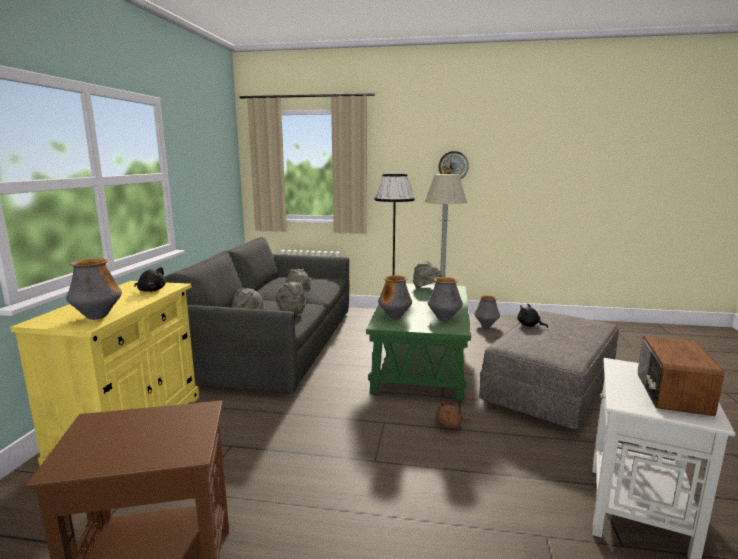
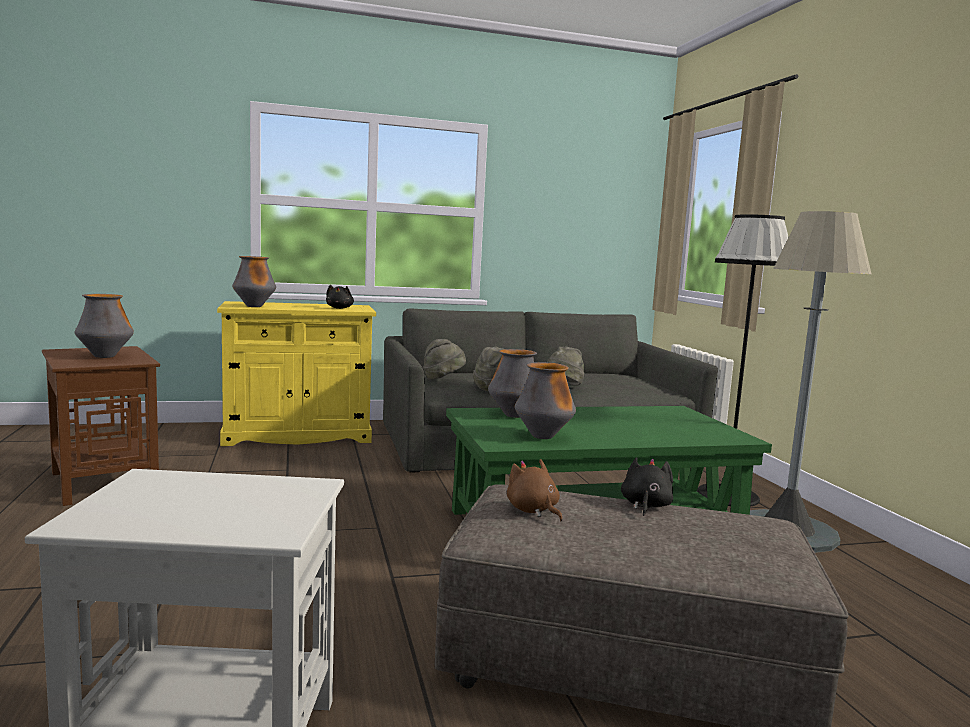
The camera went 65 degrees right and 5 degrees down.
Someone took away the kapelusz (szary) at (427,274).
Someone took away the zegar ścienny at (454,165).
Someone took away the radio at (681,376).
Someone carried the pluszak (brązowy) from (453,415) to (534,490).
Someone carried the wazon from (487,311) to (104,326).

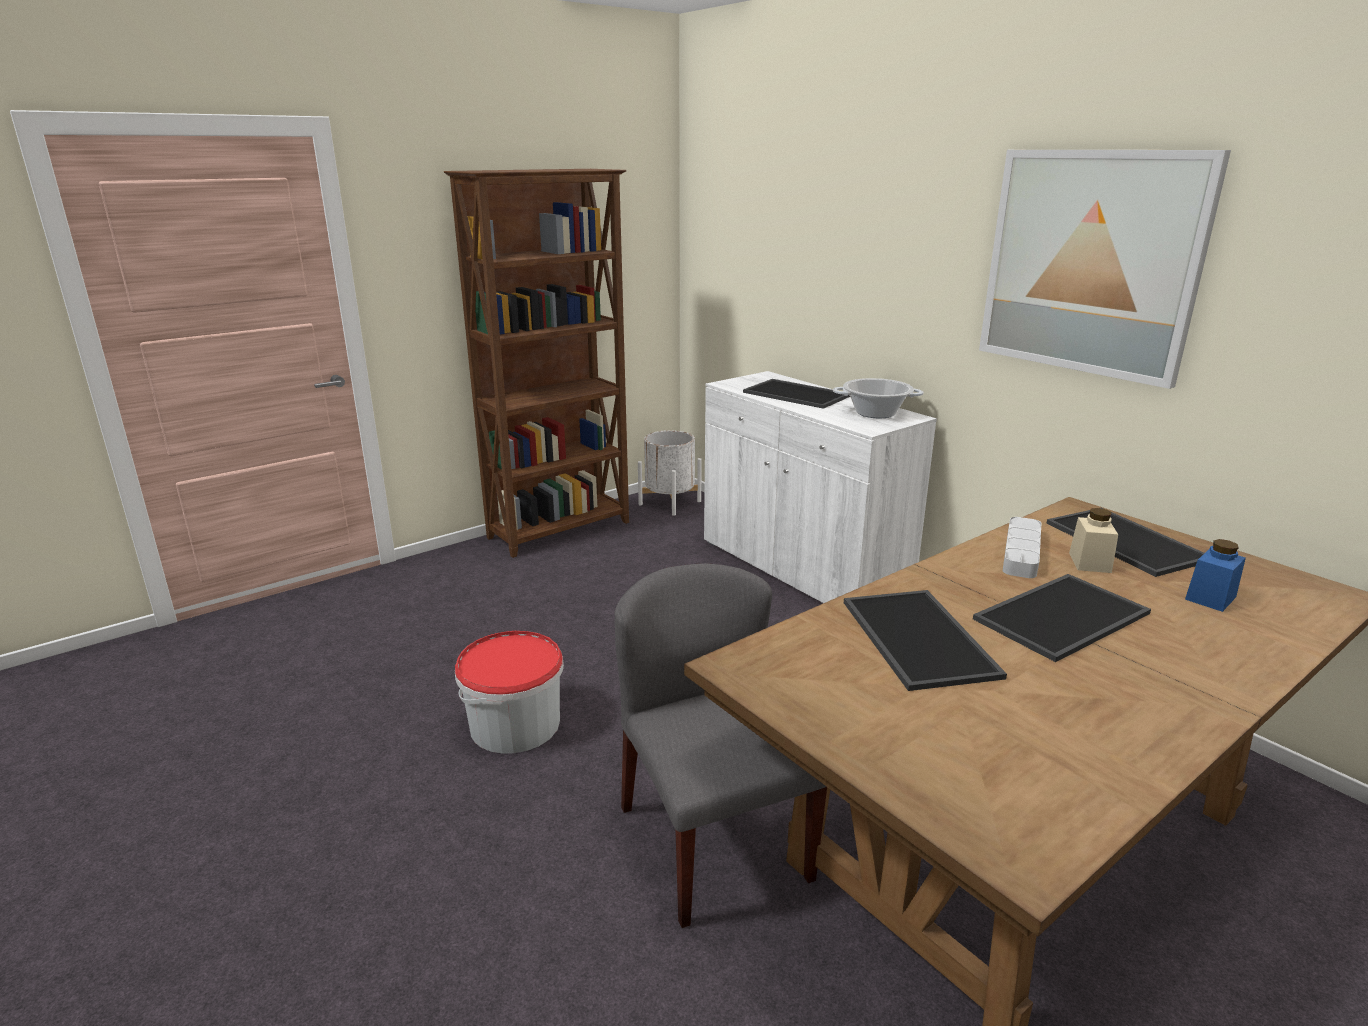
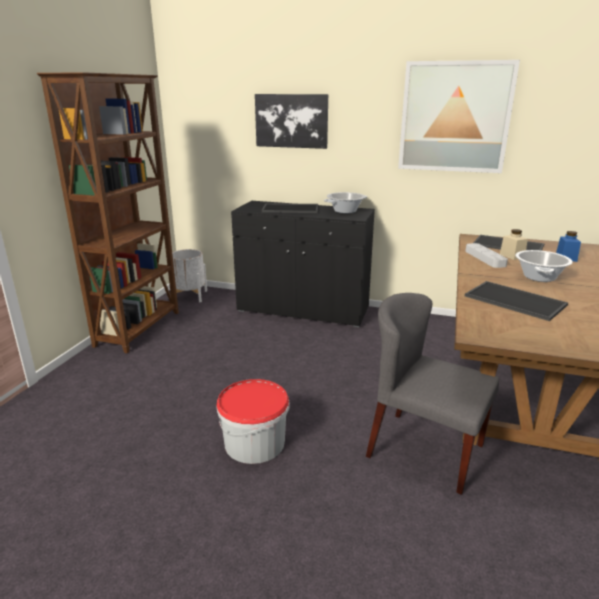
The camera went 35 degrees left and 0 degrees up.
Someone put up the obraz at (291,121).
Someone swapped the taca at (1062,618) for the garnek at (544,266).
Someone repainted the szafka (biały) at (820,487), which became the szafka (czarny) at (303,264).

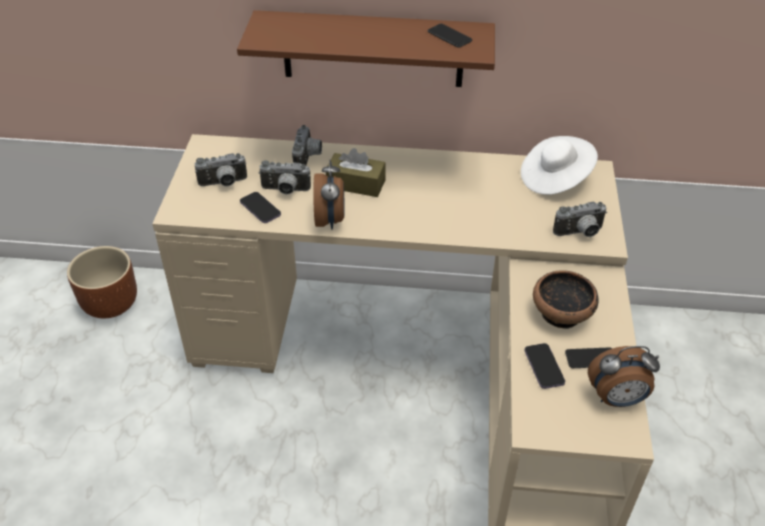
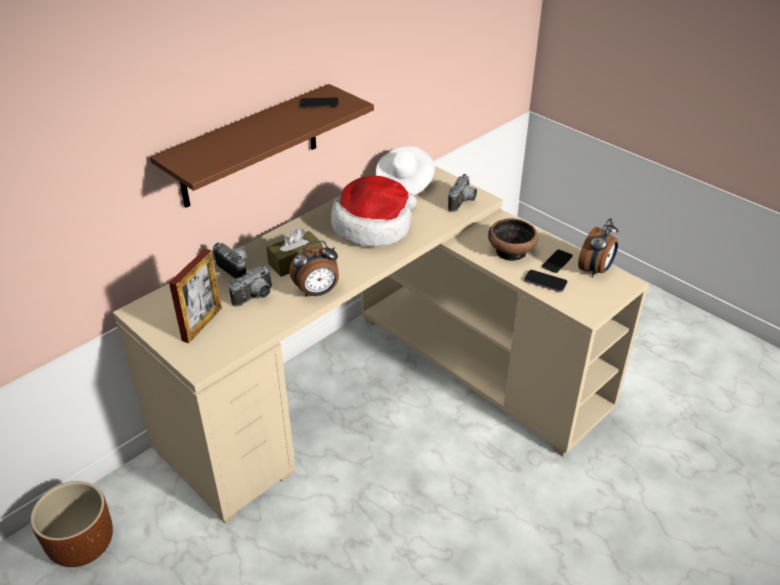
The camera went 50 degrees left and 5 degrees down.
Someone took away the telefon at (260,207).
Someone put down the kapelusz at (374,211).
Someone swapped the aparat fotograficzny at (221,170) for the ramka na zdjęcie at (195,296).
Someone rotated the budzik at (328,195) by 120 degrees clockwise.

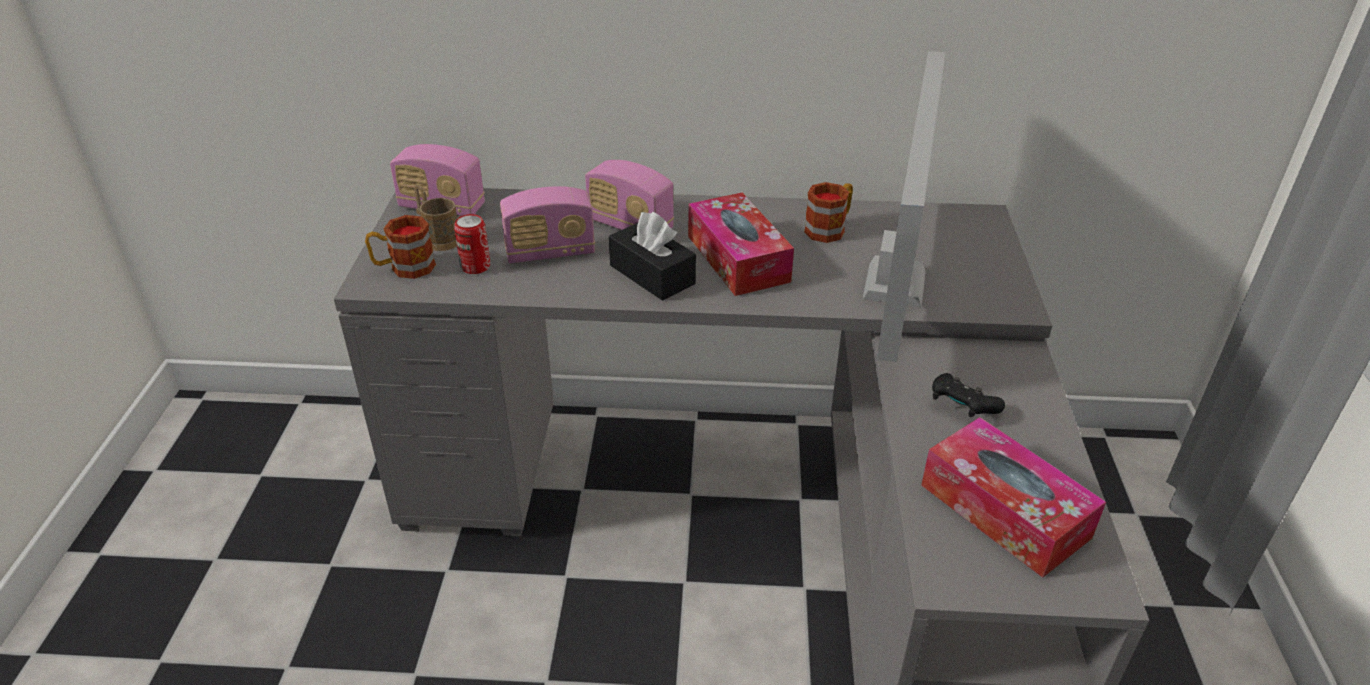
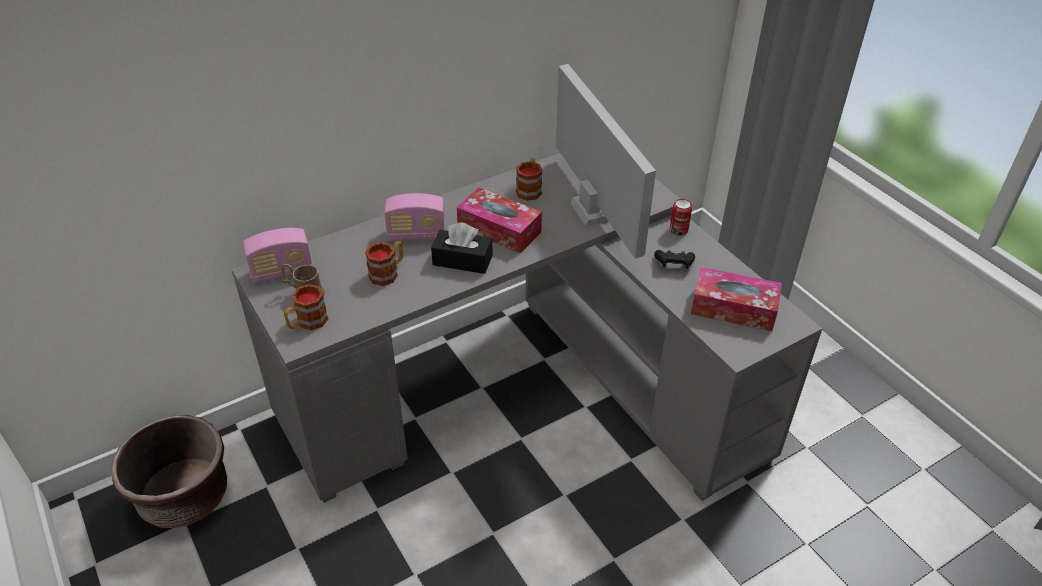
The camera went 35 degrees left and 5 degrees up.
Someone put down the donica (brązowy) at (169,471).
Someone carried the puszka from (472,244) to (681,217).
Someone swapped the radio at (547,225) for the kubek at (384,263).

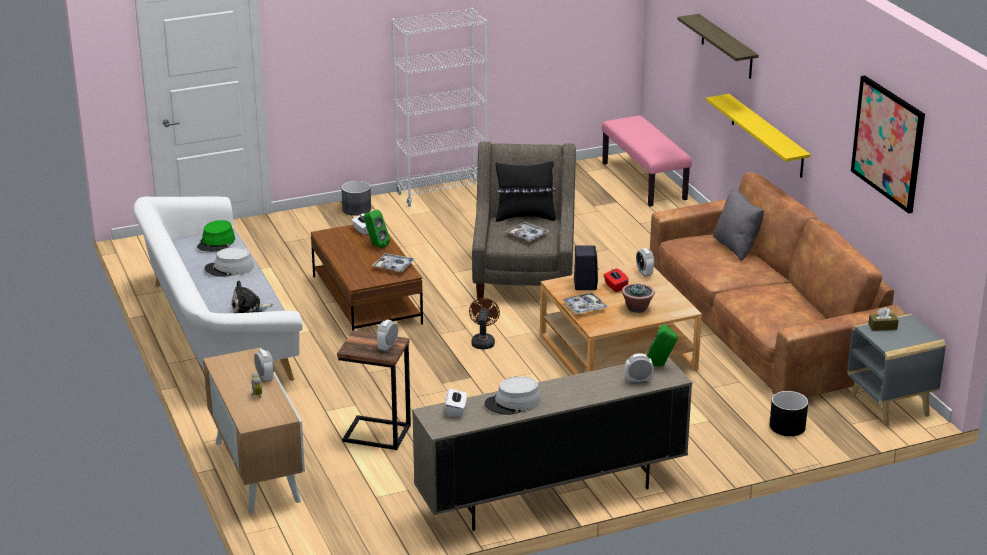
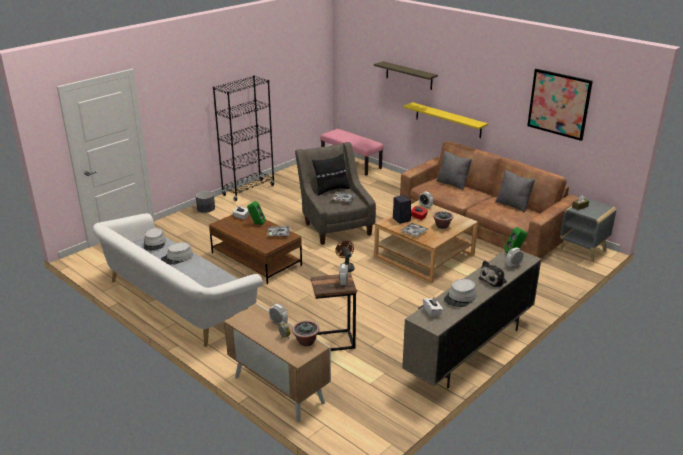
The camera went 25 degrees left and 0 degrees up.
Someone took away the donica (czarny) at (789,413).
Someone put down the roślina doniczkowa at (306,333).
Someone put down the poduszka (szary) at (515,190).
Someone carried the pluszak from (252,296) to (493,273).
Someone repainted the kapelusz (zielony) at (216,236), which became the kapelusz (szary) at (155,239).
Someone repainted the regał (biały) at (439,107), which became the regał (czarny) at (244,138).

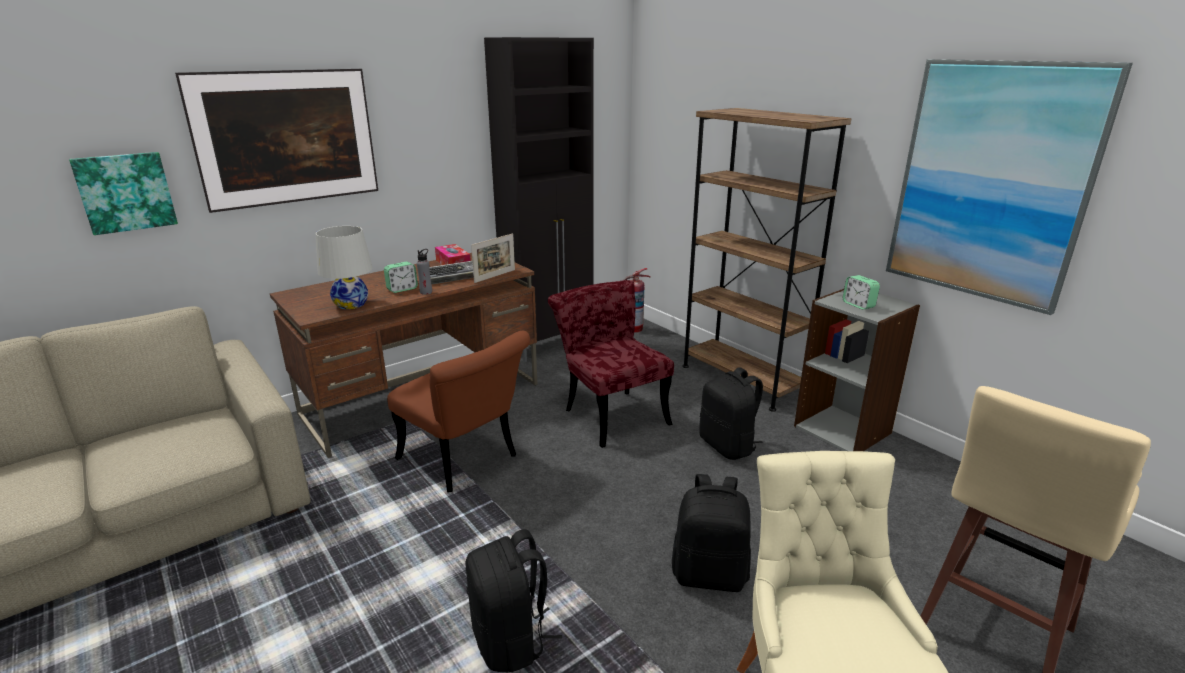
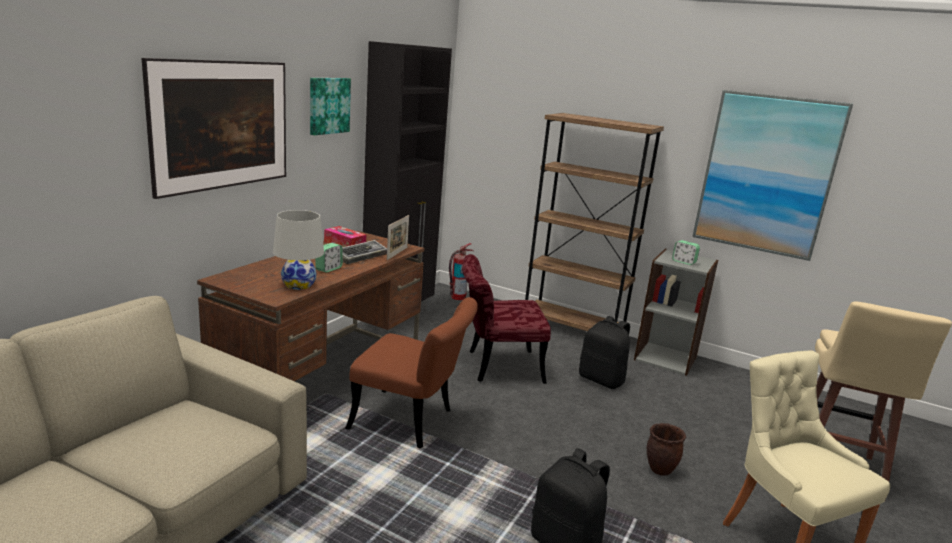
The camera went 25 degrees left and 5 degrees down.
Someone took away the butelka (szary) at (424,272).
Someone carried the obraz from (123,193) to (330,106).
Someone swapped the plecak (czarny) at (711,533) for the donica (brązowy) at (666,449).
Someone rotated the krzesło (czerwony) at (611,364) by 45 degrees counterclockwise.

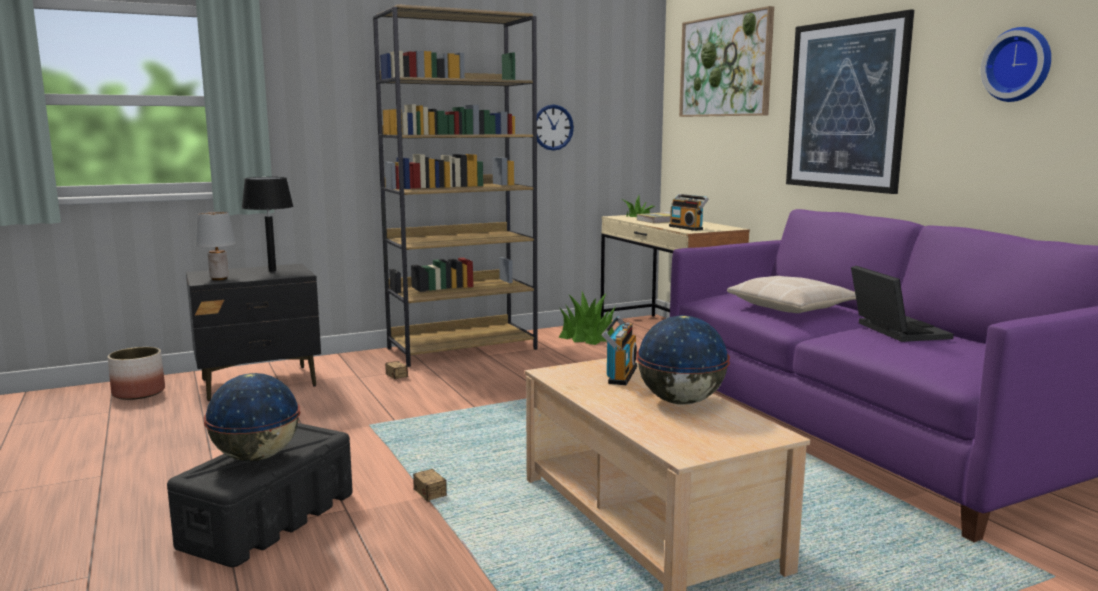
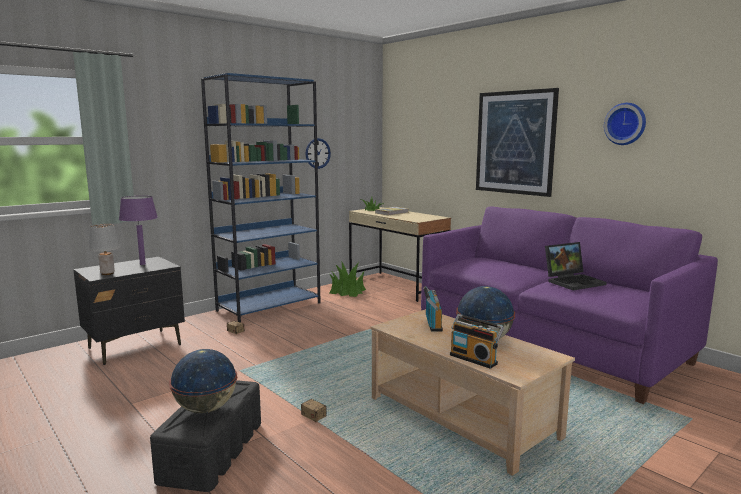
The camera went 15 degrees left and 0 degrees up.
Someone took away the donica at (136,373).
Someone took away the obraz at (726,61).
Someone took away the poduszka (beżowy) at (791,294).
Someone carried the radio from (689,212) to (477,341).
Someone repainted the lampa stołowa (czarny) at (268,224), which became the lampa stołowa (fioletowy) at (138,230).
Someone repainted the regał (brązowy) at (455,185), which became the regał (niebieski) at (261,198).
Someone rotated the laptop at (902,304) by 90 degrees clockwise.

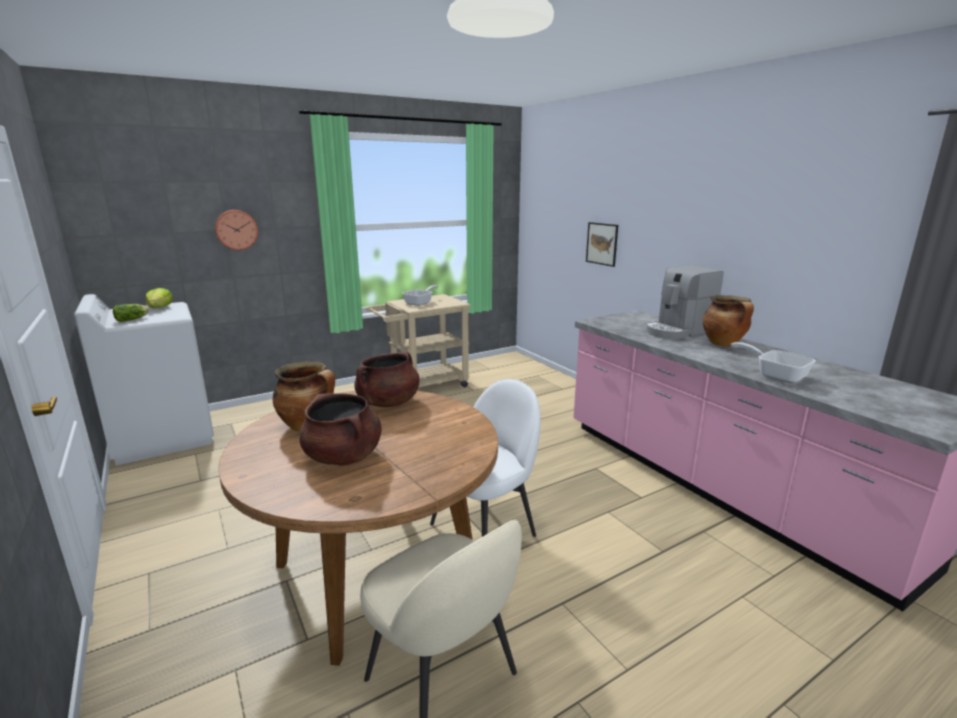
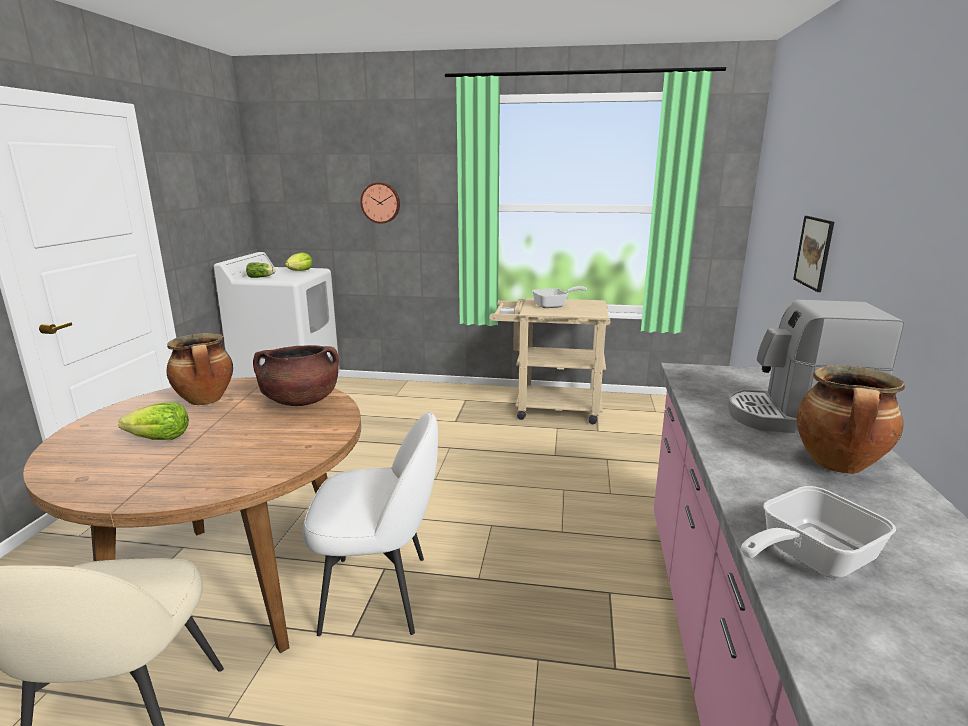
The camera went 40 degrees right and 0 degrees up.
Someone swapped the garnek (brązowy) at (340,429) for the sałata at (153,421).
Someone rotated the patelnia at (773,362) by 120 degrees counterclockwise.

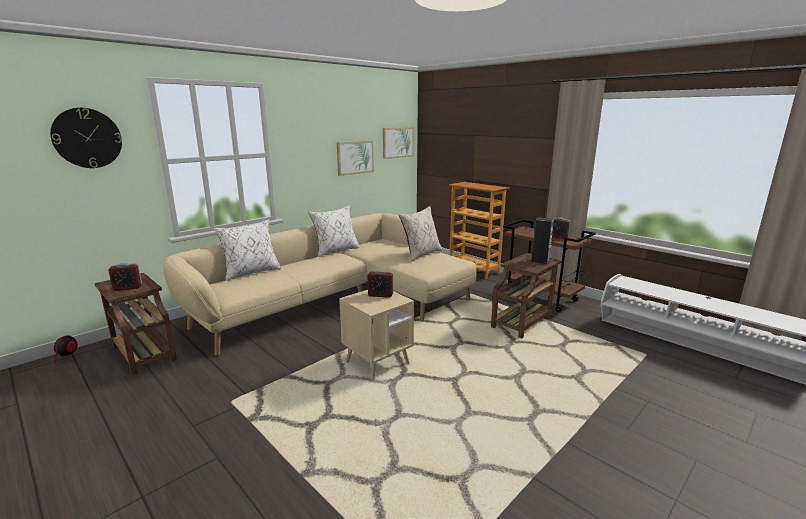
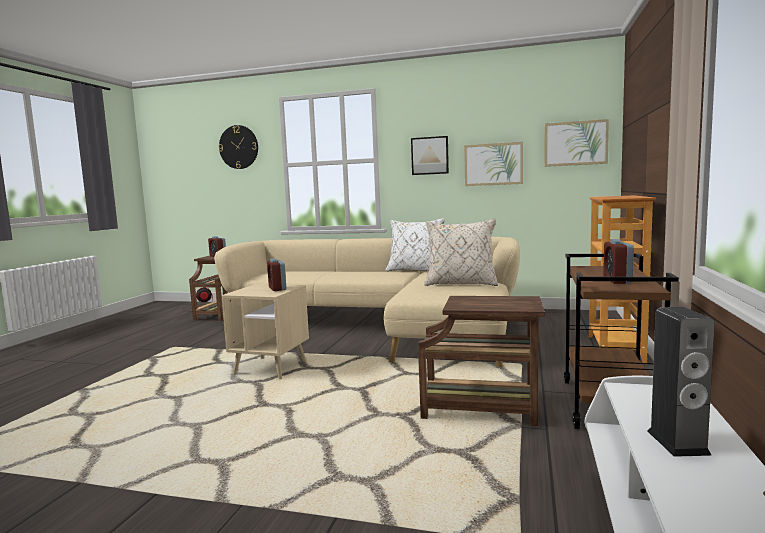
The camera went 60 degrees right and 10 degrees down.
Someone took away the poduszka (biały) at (247,250).
Someone put up the obraz at (430,155).
Someone carried the głośnik from (542,240) to (681,382).

